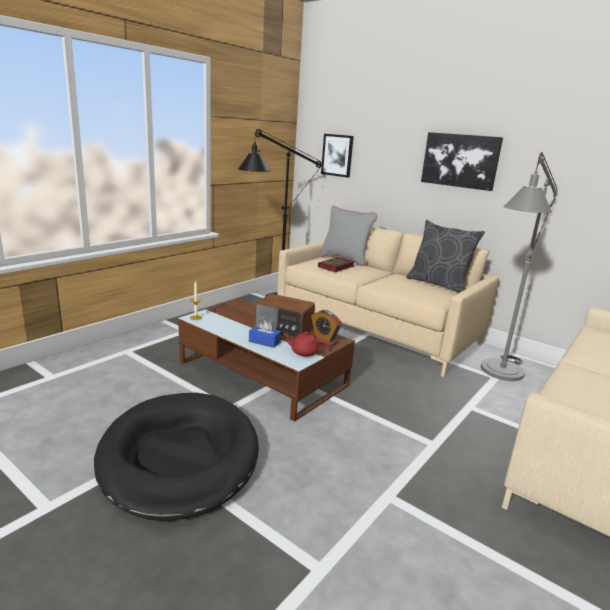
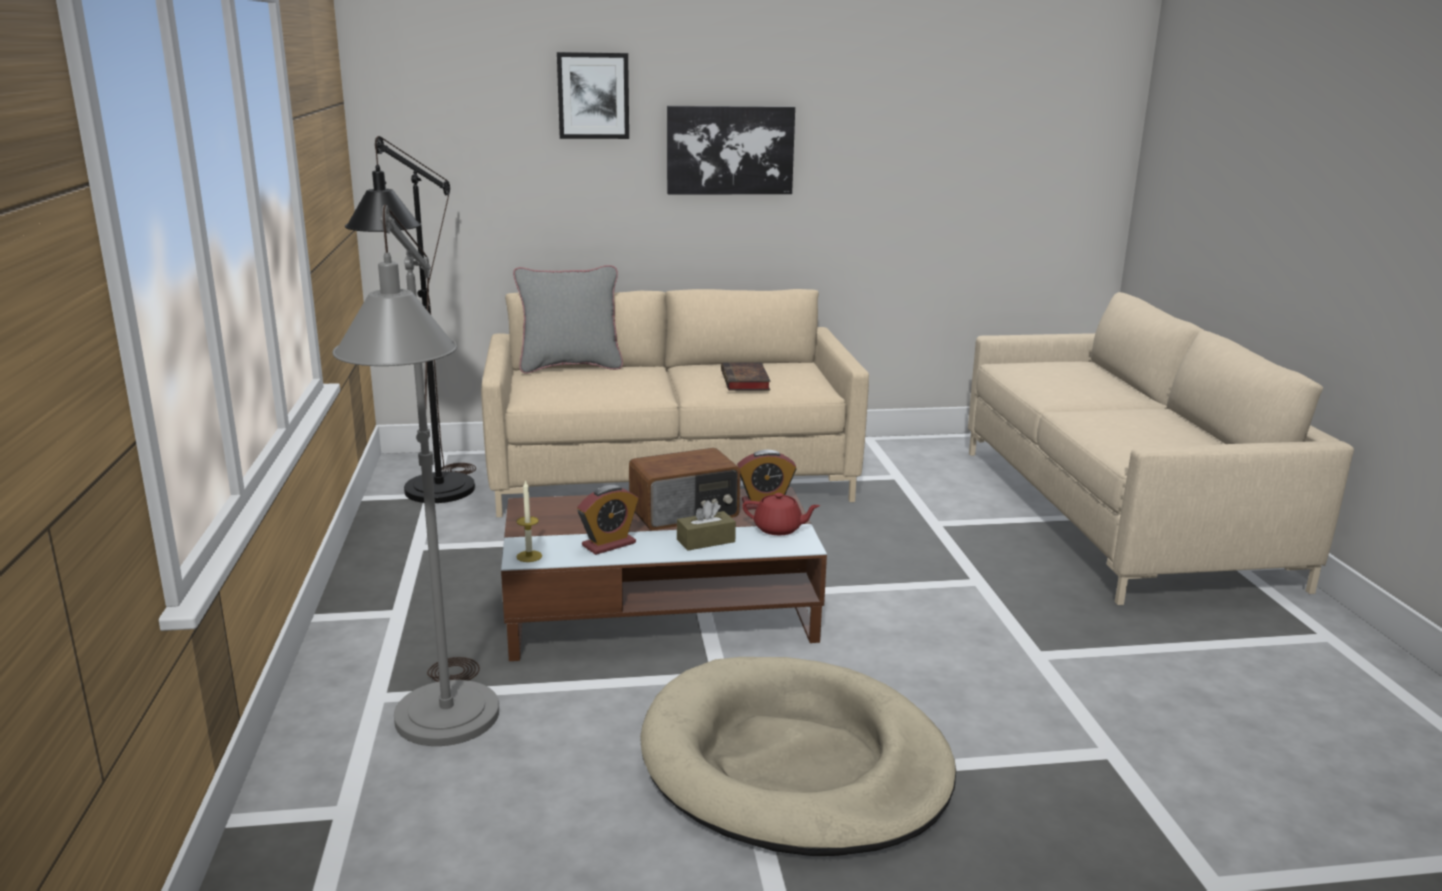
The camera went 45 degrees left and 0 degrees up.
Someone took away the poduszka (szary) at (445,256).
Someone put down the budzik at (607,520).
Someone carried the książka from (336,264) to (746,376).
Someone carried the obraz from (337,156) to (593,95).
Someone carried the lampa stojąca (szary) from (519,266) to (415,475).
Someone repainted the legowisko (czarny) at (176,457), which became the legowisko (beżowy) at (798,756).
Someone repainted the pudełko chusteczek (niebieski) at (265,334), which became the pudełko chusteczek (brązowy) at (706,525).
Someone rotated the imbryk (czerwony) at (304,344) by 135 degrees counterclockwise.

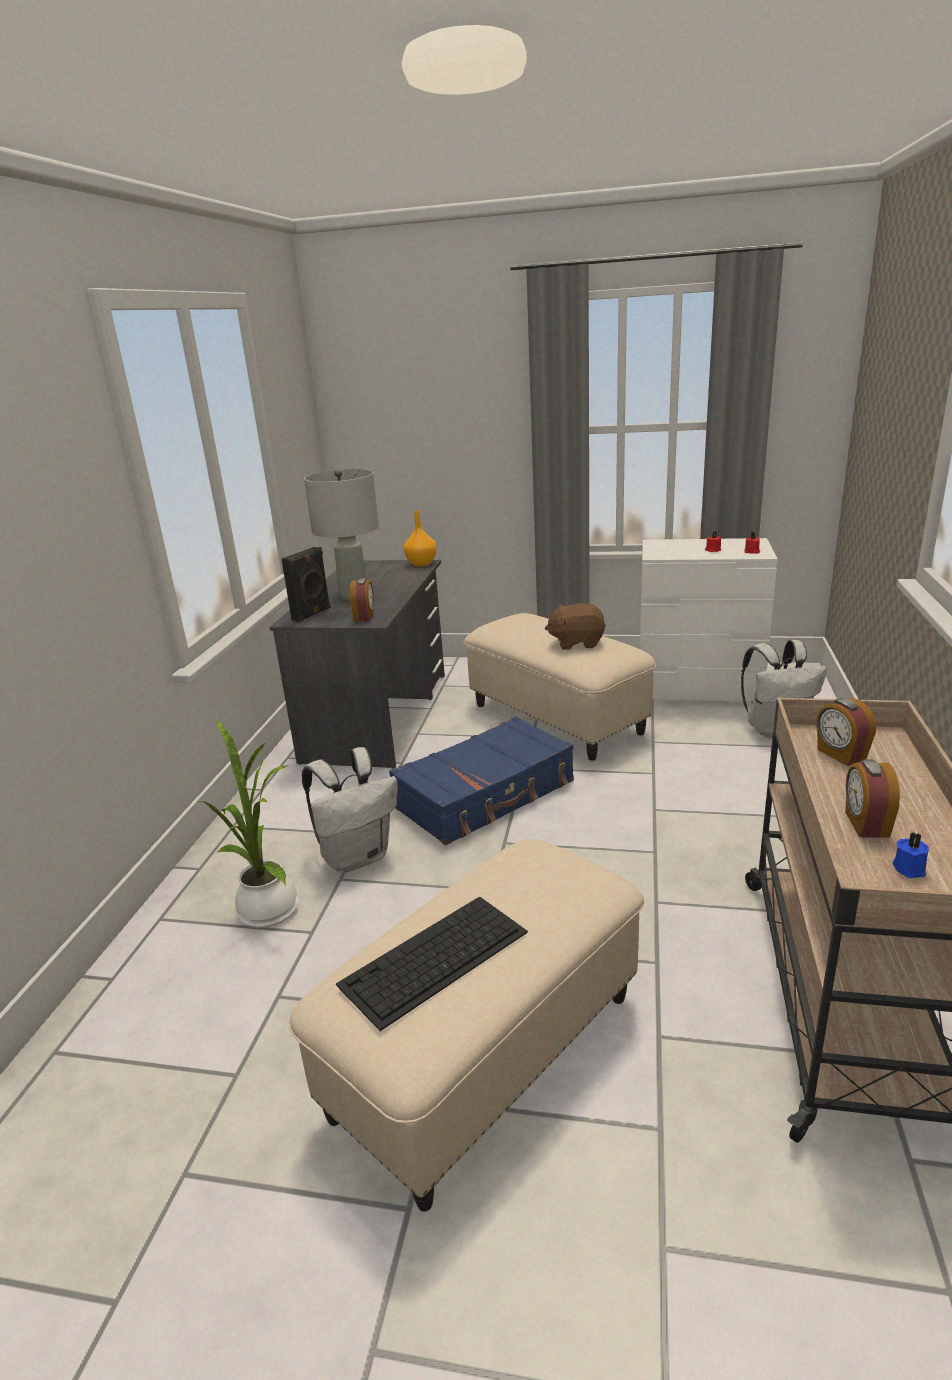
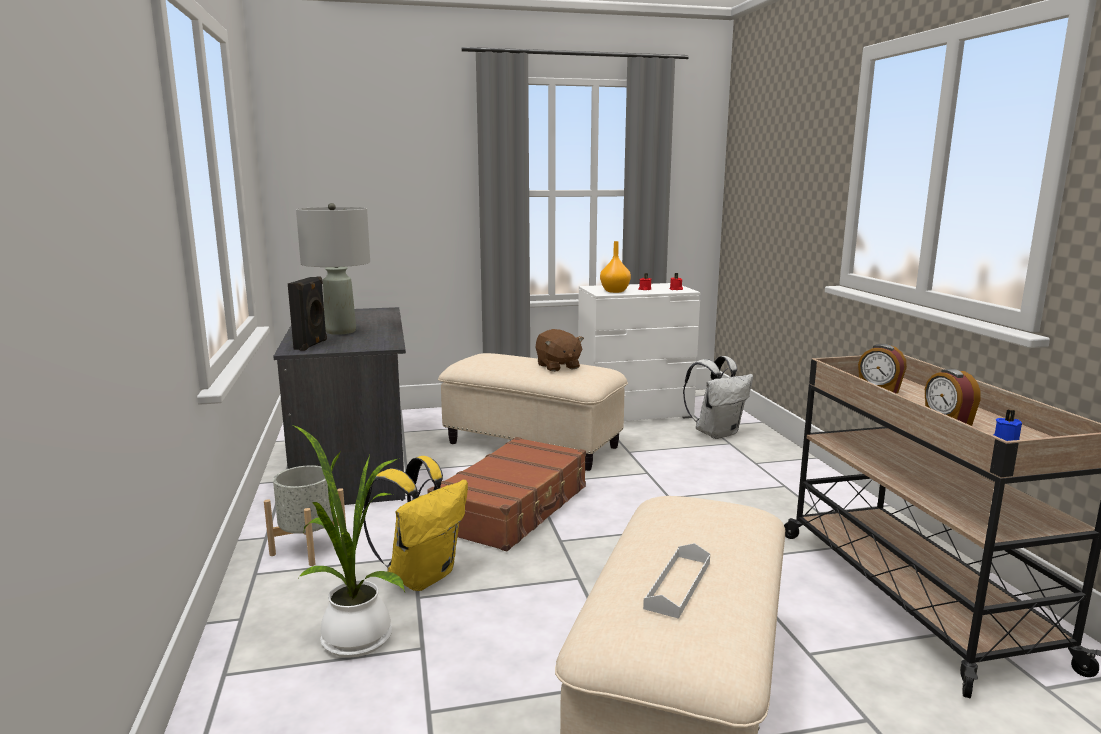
The camera went 25 degrees left and 10 degrees down.
Someone took away the budzik at (362,600).
Someone put down the donica (szary) at (305,515).
Someone carried the wazon (pomarańczowy) from (420,538) to (615,267).
Someone swapped the klawiatura at (432,963) for the taca (biały) at (676,581).
Someone repainted the plecak (biały) at (350,810), which became the plecak (żółty) at (415,523).
Someone repainted the walizka (niebieski) at (481,781), which became the walizka (brązowy) at (506,494).
Someone rotated the pluszak (brązowy) at (575,626) by 90 degrees counterclockwise.

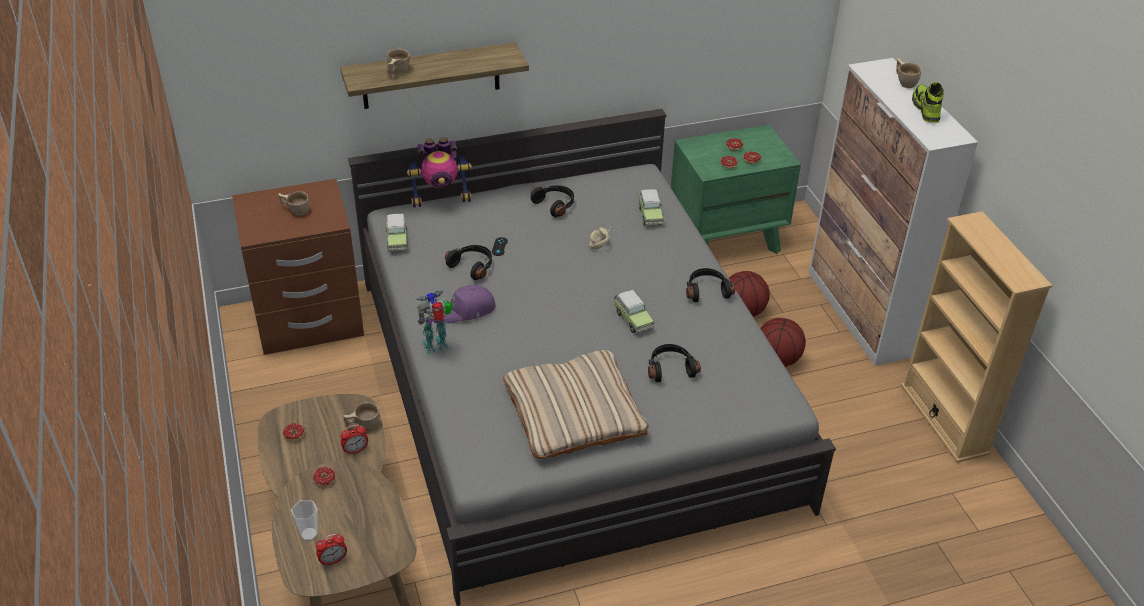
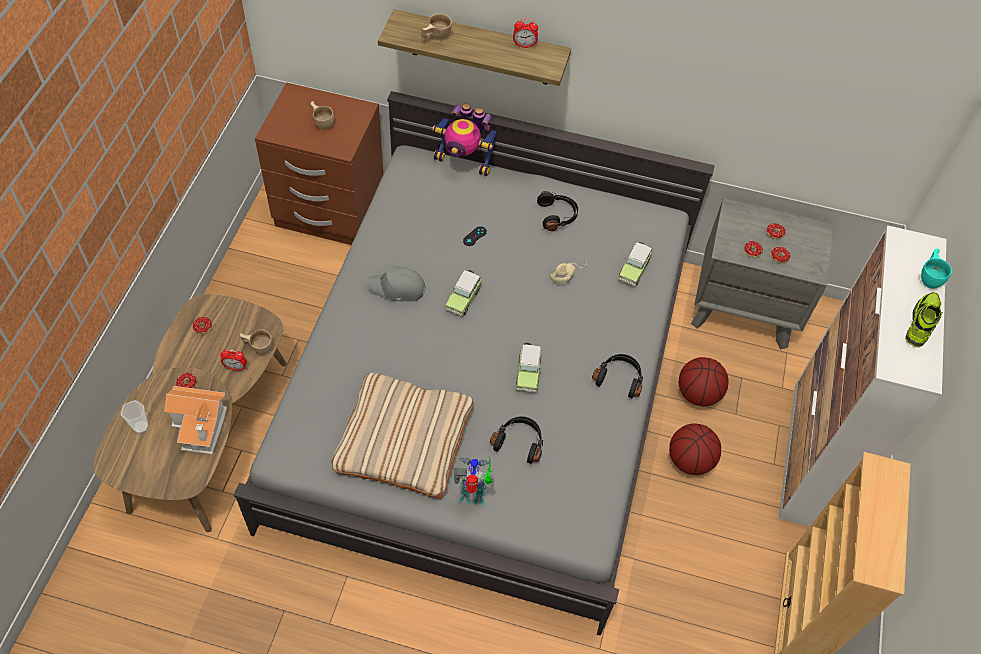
The camera went 30 degrees right and 15 degrees up.
Someone took away the słuchawki (czarny) at (468,262).
Someone put down the domek at (195,420).
Someone carried the budzik from (331,550) to (525,33).
Someone carried the samochodzik from (396,232) to (463,293).
Someone carried the robot zabawkowy from (434,322) to (473,481).
Someone repainted the czapka z daszkiem (fioletowy) at (469,304), which became the czapka z daszkiem (szary) at (396,284).
Someone repainted the szafka nocna (zielony) at (736,189), which became the szafka nocna (szary) at (762,274).
Someone repainted the filiżanka (beżowy) at (908,73), which became the filiżanka (turkusowy) at (936,269).

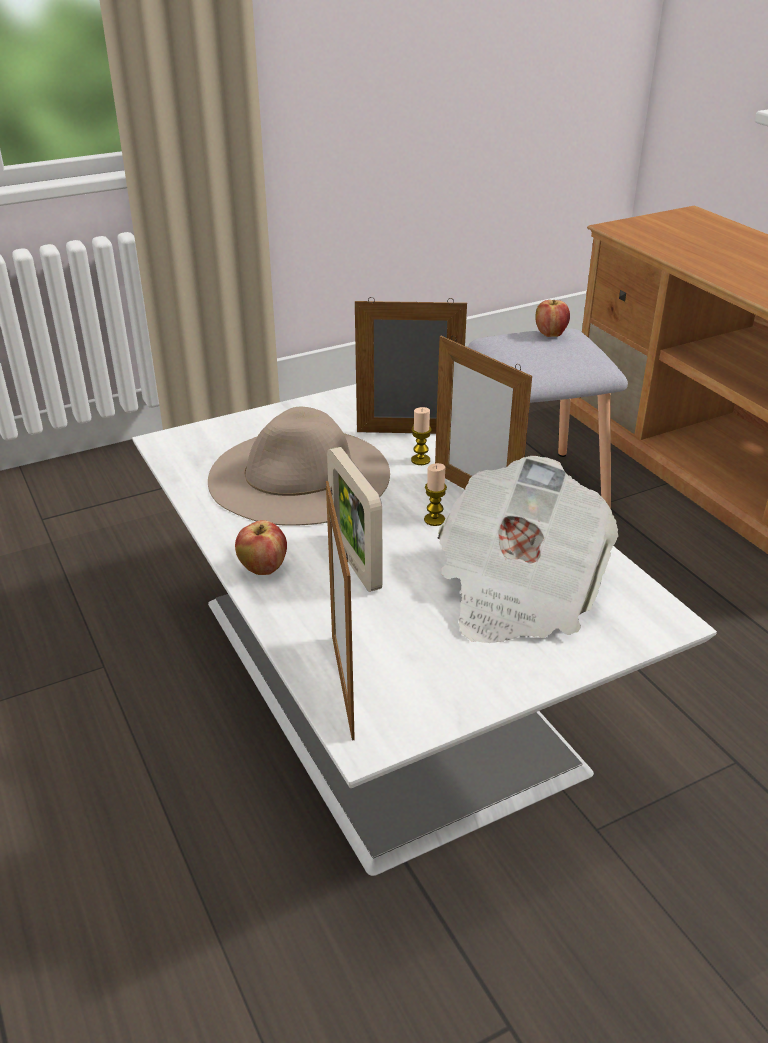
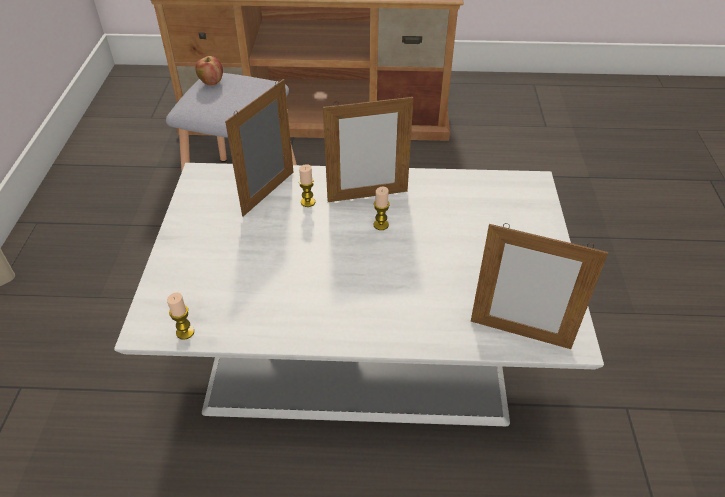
The camera went 60 degrees left and 10 degrees up.
Someone took away the kapelusz (beżowy) at (299,466).
Someone took away the jabłko at (261,547).
Someone took away the ramka na zdjęcie at (354,519).
Someone took away the gazeta at (528,549).
Someone put down the świeca at (180,316).

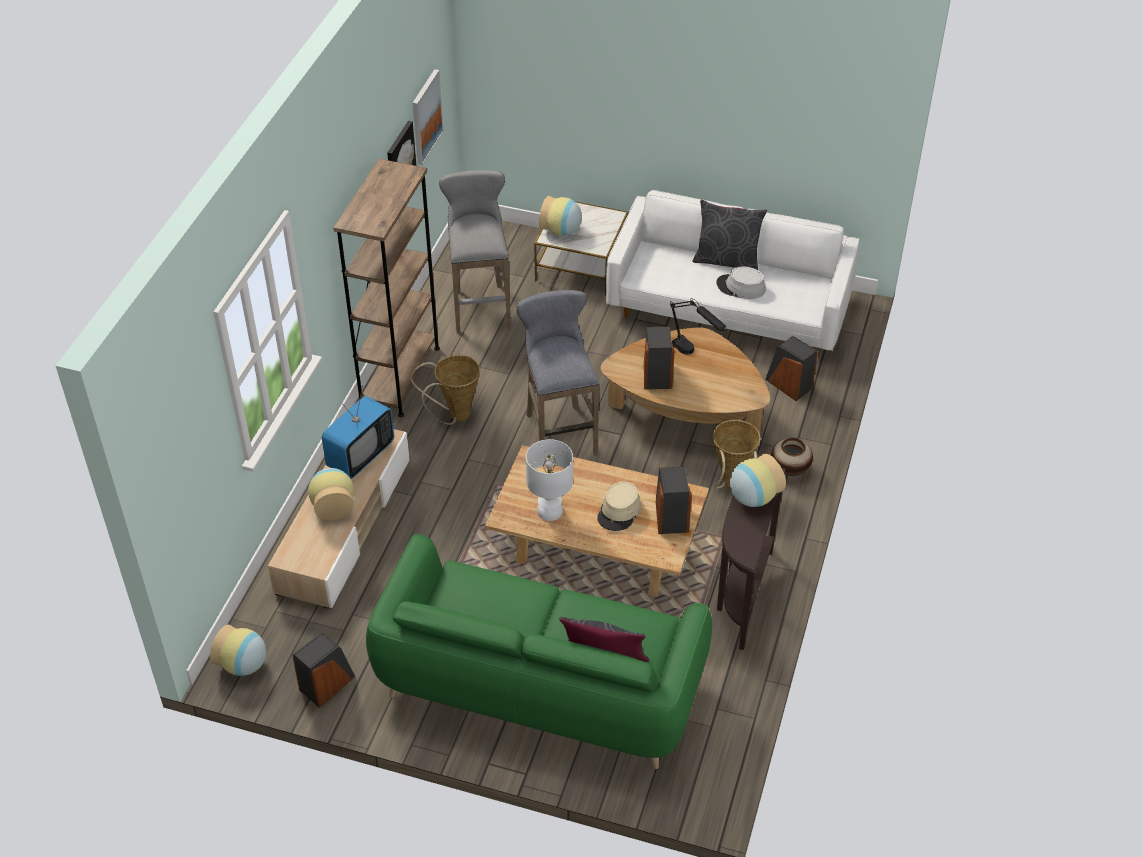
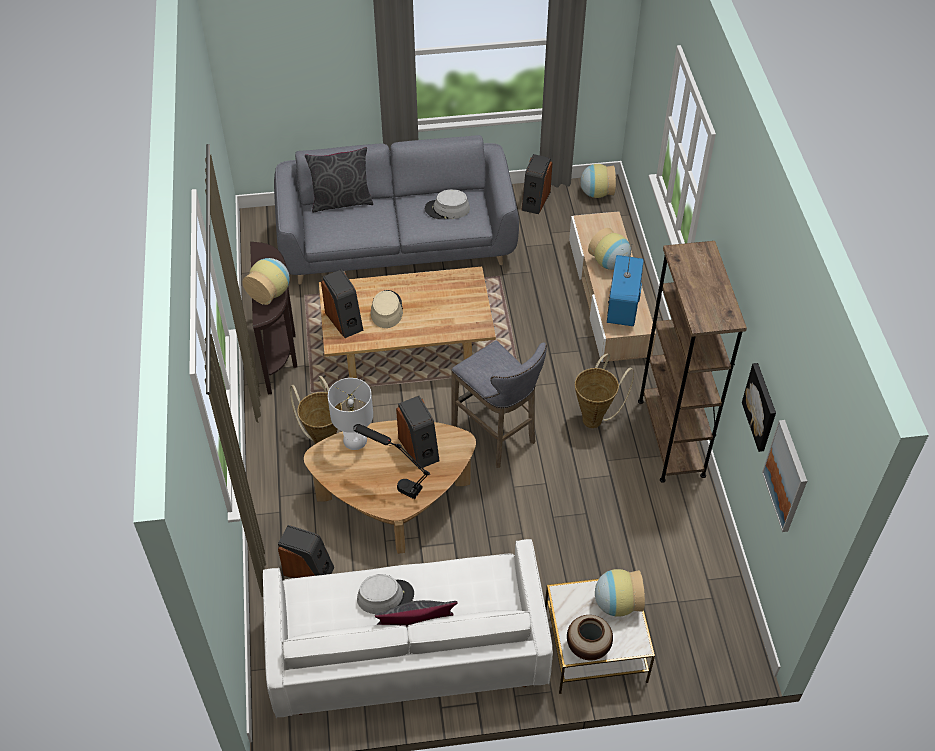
The camera went 155 degrees right and 5 degrees up.
Someone took away the stołek (szary) at (475,252).
Someone put down the kapelusz (szary) at (447,204).
Someone carried the lampa stołowa (biały) from (549,480) to (350,414).
Someone carried the wazon from (792,457) to (590,637).
Someone repainted the kanapa (zielony) at (539,651), which became the kanapa (szary) at (396,210).

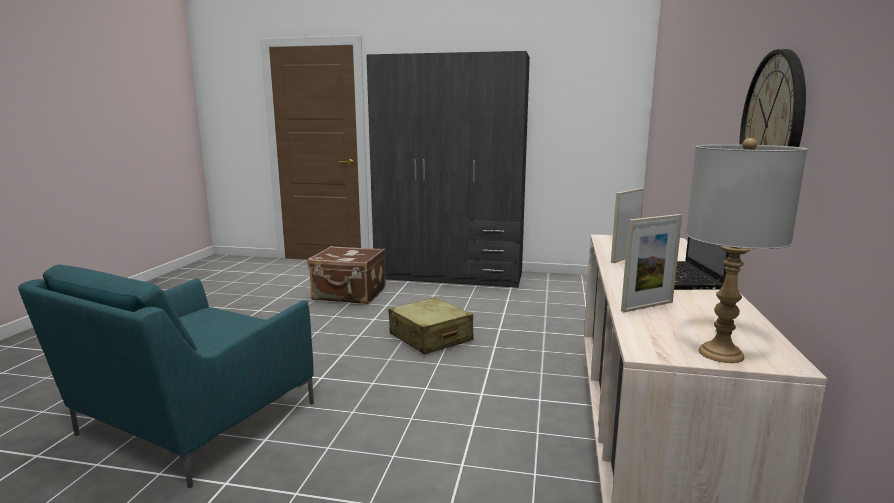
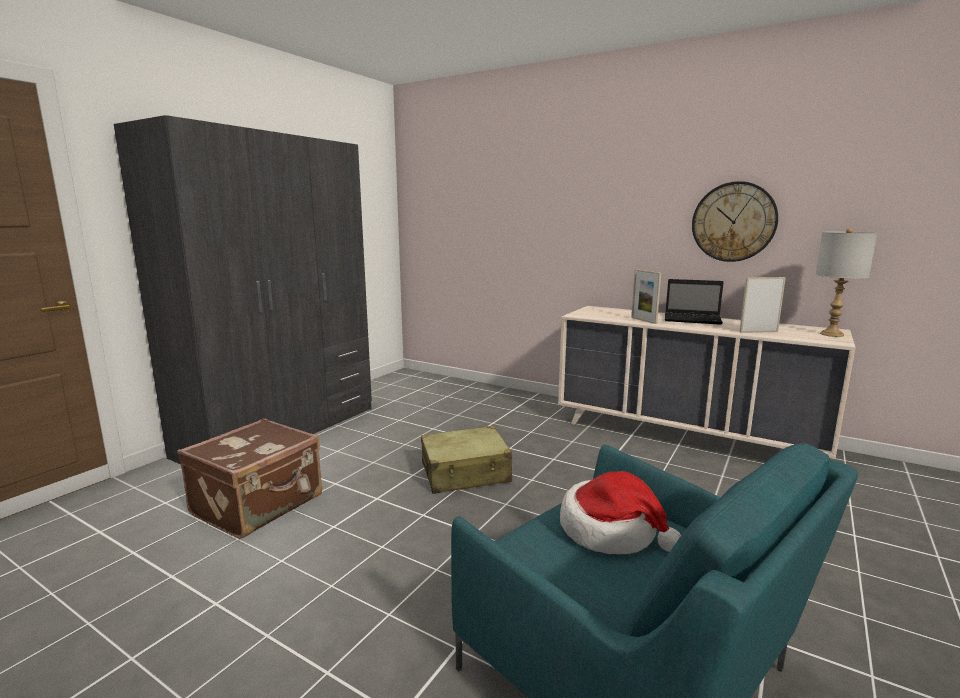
The camera went 70 degrees left and 0 degrees up.
Someone put down the kapelusz at (620,512).
Someone rotated the ramka na zdjęcie at (651,263) by 90 degrees counterclockwise.

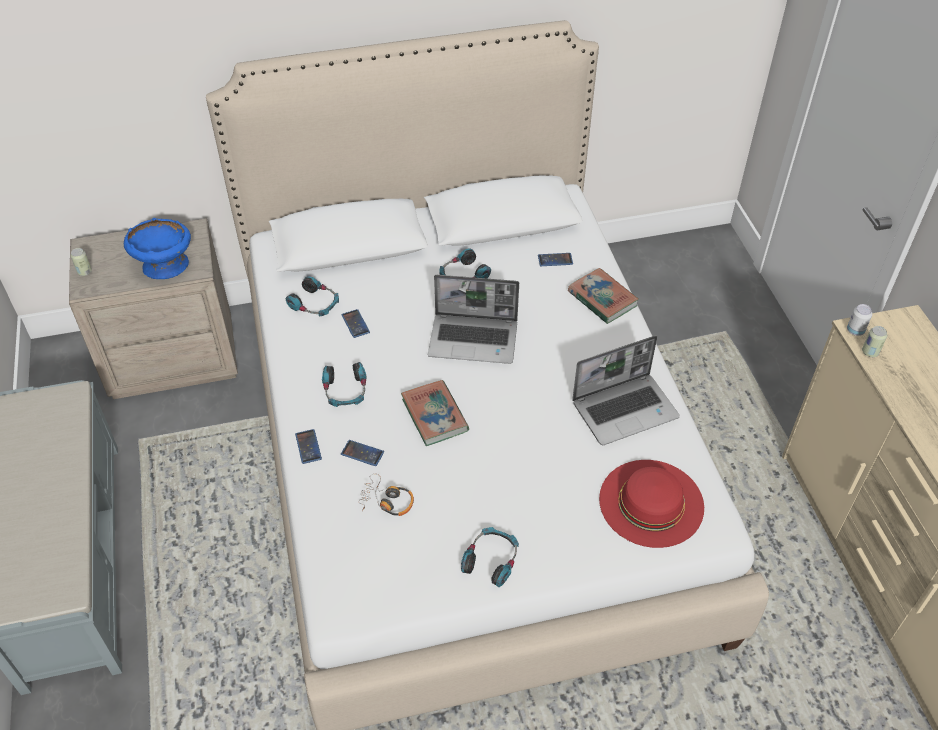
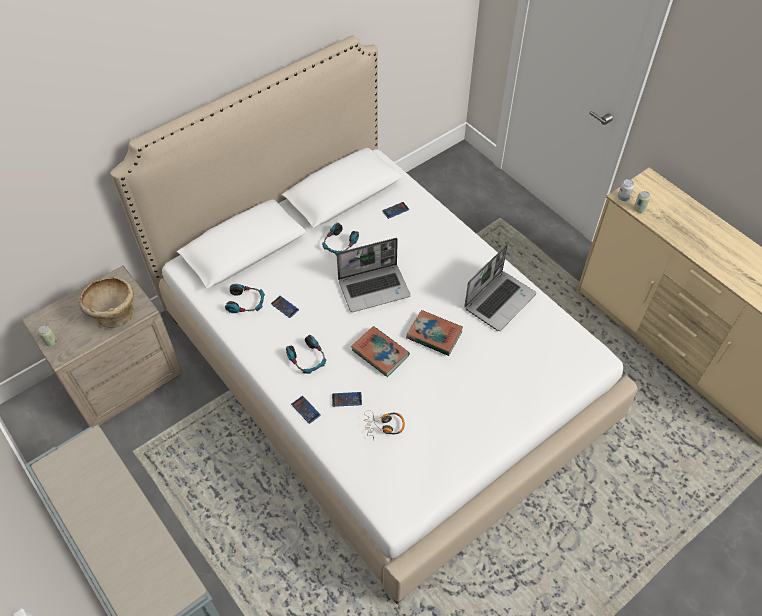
The camera went 25 degrees left and 5 degrees up.
Someone took away the słuchawki at (490,557).
Someone took away the kapelusz (czerwony) at (651,504).
Someone carried the książka from (603,296) to (434,333).
Someone repainted the miska (niebieski) at (157,248), which became the miska (beżowy) at (106,302).

